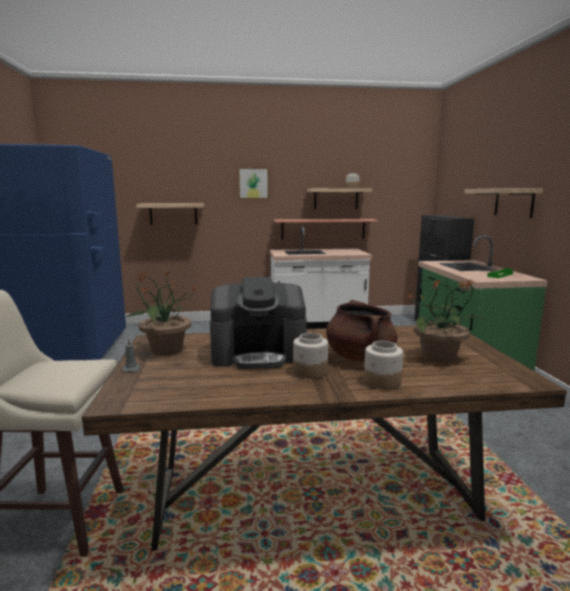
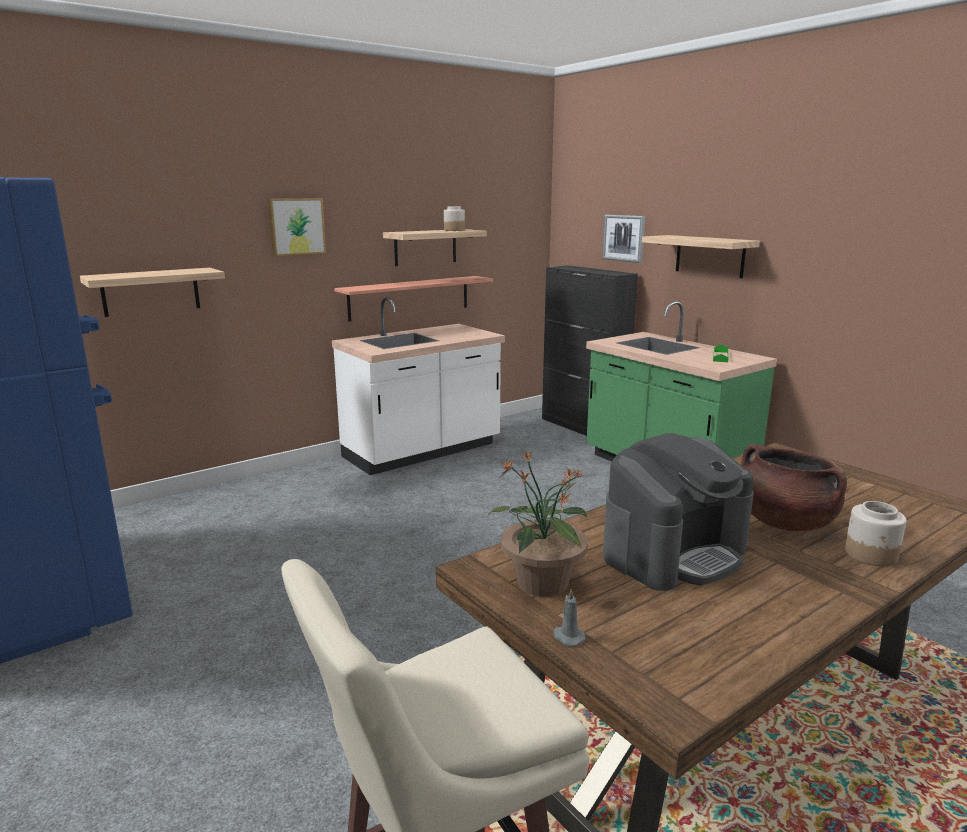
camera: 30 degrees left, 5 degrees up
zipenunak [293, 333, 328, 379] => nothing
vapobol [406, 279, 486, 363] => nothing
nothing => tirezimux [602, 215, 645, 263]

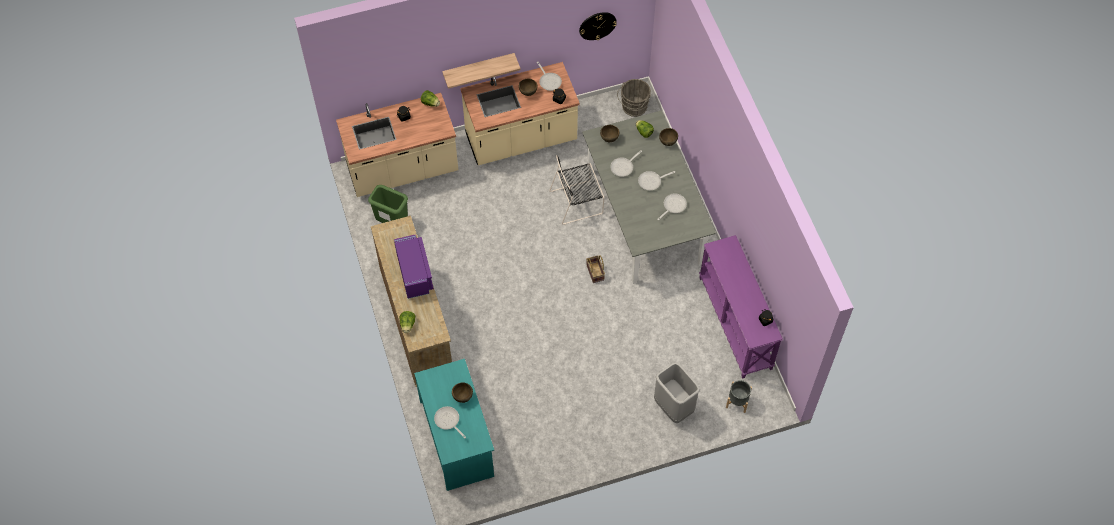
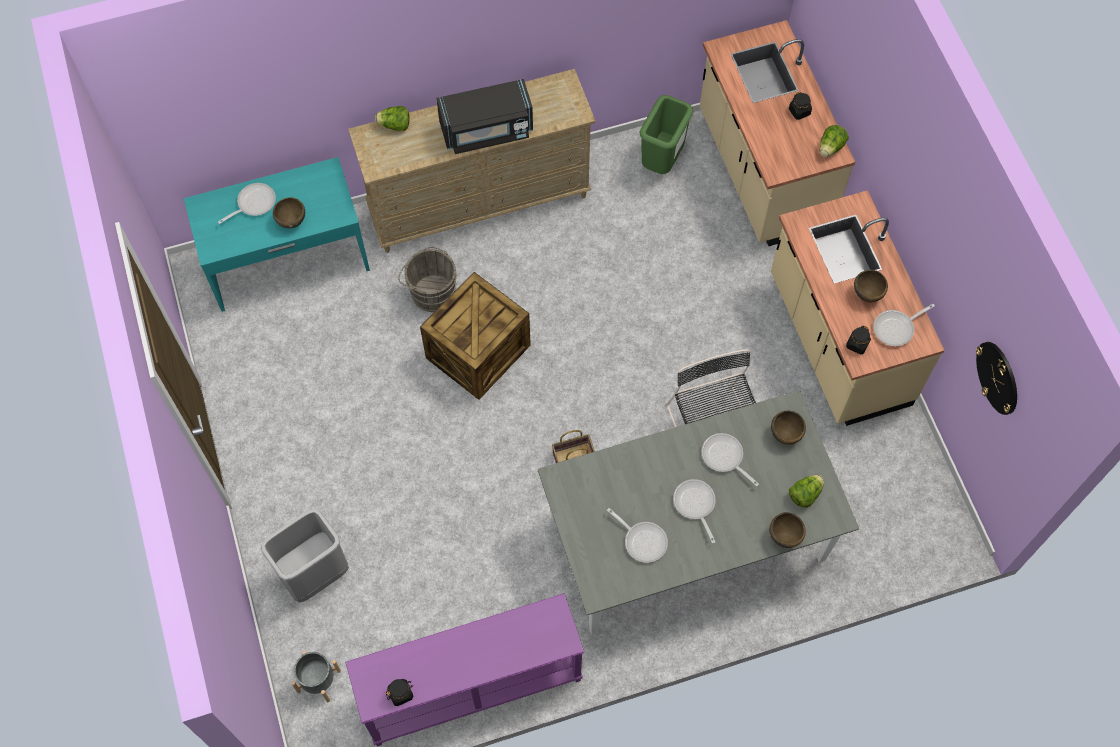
camera: 90 degrees right, 5 degrees up
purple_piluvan [394, 235, 434, 299] => black_piluvan [436, 79, 533, 154]
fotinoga [442, 53, 521, 89] => nothing
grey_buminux [617, 79, 651, 117] => grey_buminux [398, 247, 457, 312], move
nothing => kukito [420, 272, 531, 400]

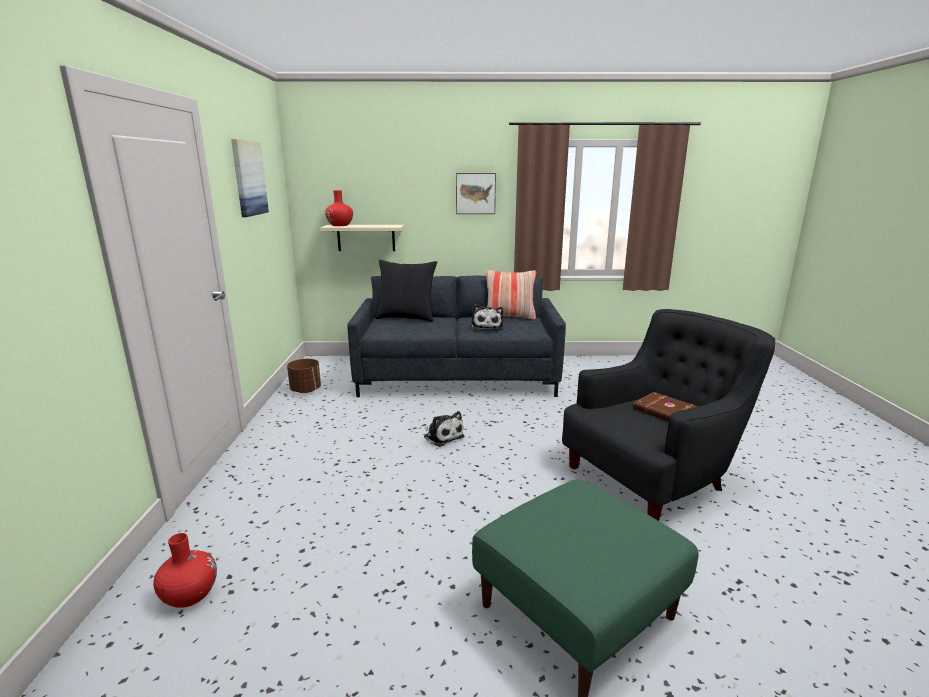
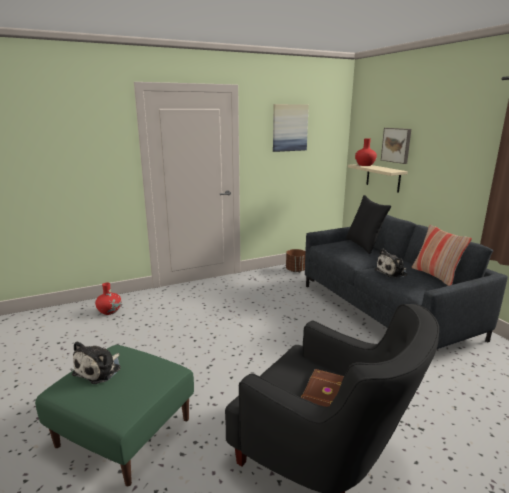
camera: 65 degrees right, 0 degrees up
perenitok [424, 411, 464, 447] => perenitok [72, 341, 121, 384], move
tirezimux [456, 173, 496, 214] => tirezimux [381, 128, 411, 164], move

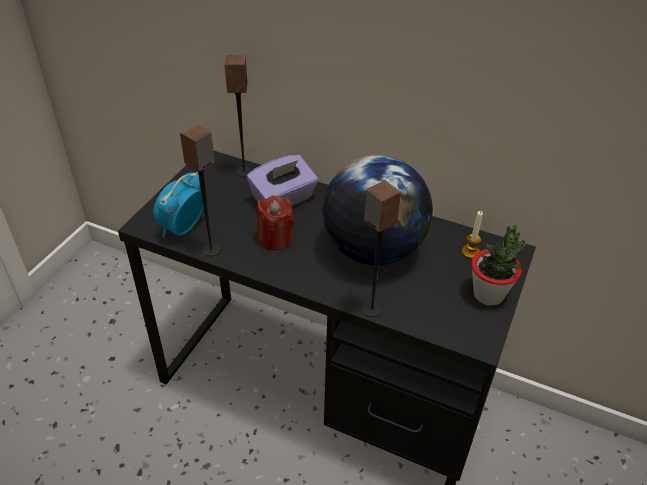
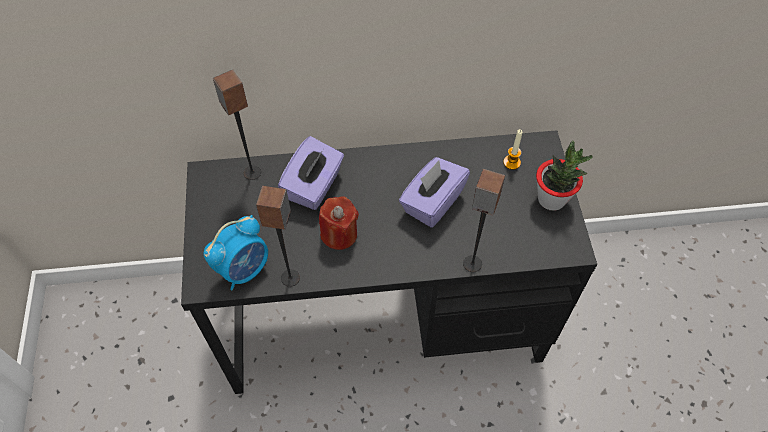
camera: 30 degrees left, 15 degrees up
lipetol [153, 171, 204, 238] => lipetol [204, 215, 268, 291], 135 degrees counterclockwise
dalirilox [322, 155, 433, 266] => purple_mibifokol [399, 157, 470, 228]

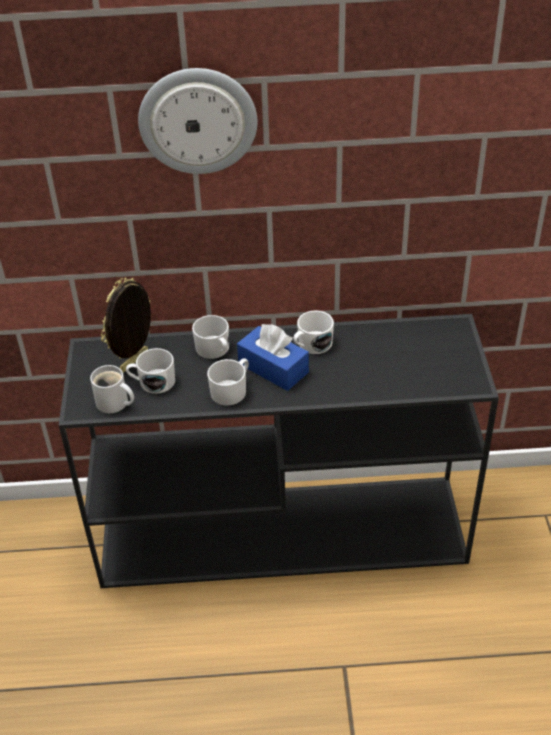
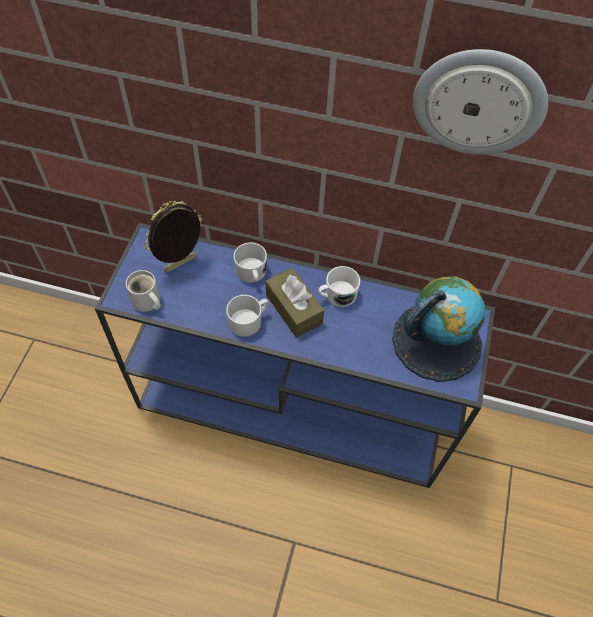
camera: 15 degrees right, 15 degrees up
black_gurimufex [59, 314, 499, 588] => blue_gurimufex [95, 223, 495, 488]
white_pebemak [126, 348, 175, 394] => nothing
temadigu [138, 68, 257, 174] => temadigu [413, 49, 548, 155], move
blue_mibifokol [237, 324, 309, 391] => brown_mibifokol [266, 268, 324, 338]
nothing => dalirilox [392, 277, 485, 382]

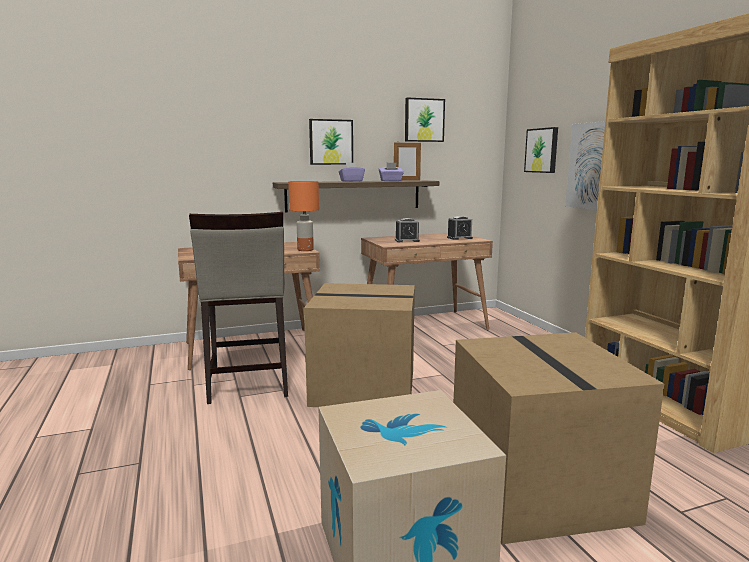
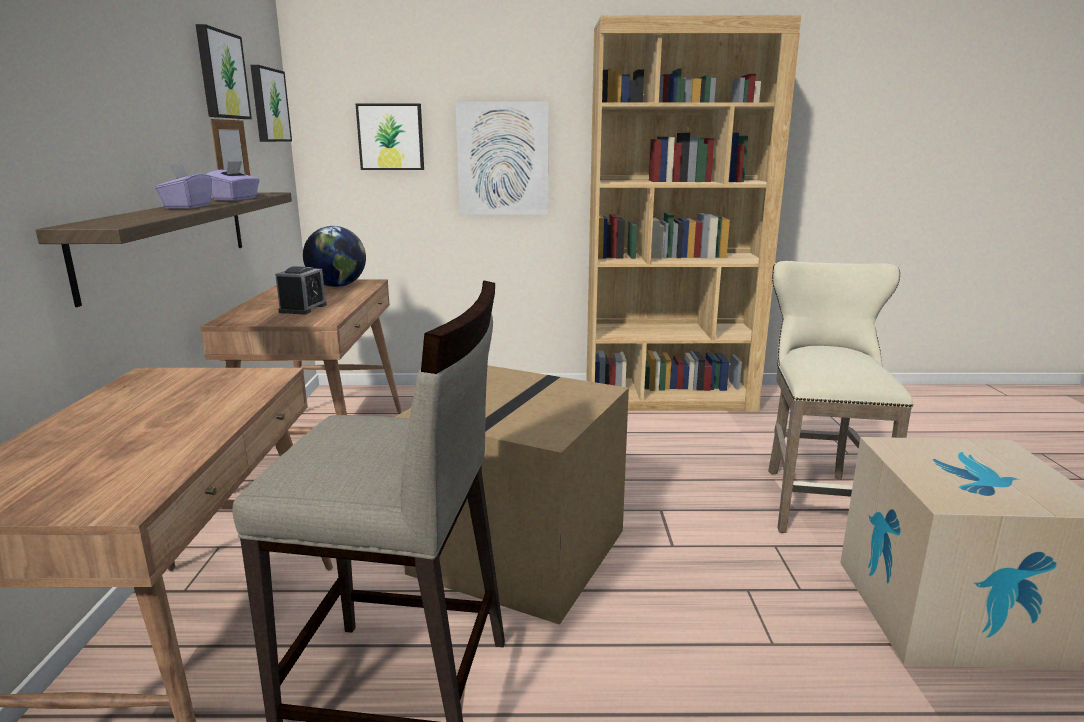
camera: 70 degrees left, 5 degrees up
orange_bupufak [288, 181, 319, 251] => nothing
tirezimux [309, 119, 353, 165] => tirezimux [250, 65, 292, 142], move
lipetol [447, 216, 473, 240] => dalirilox [303, 226, 366, 287]
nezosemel [453, 332, 664, 544] => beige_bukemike [768, 261, 913, 533]

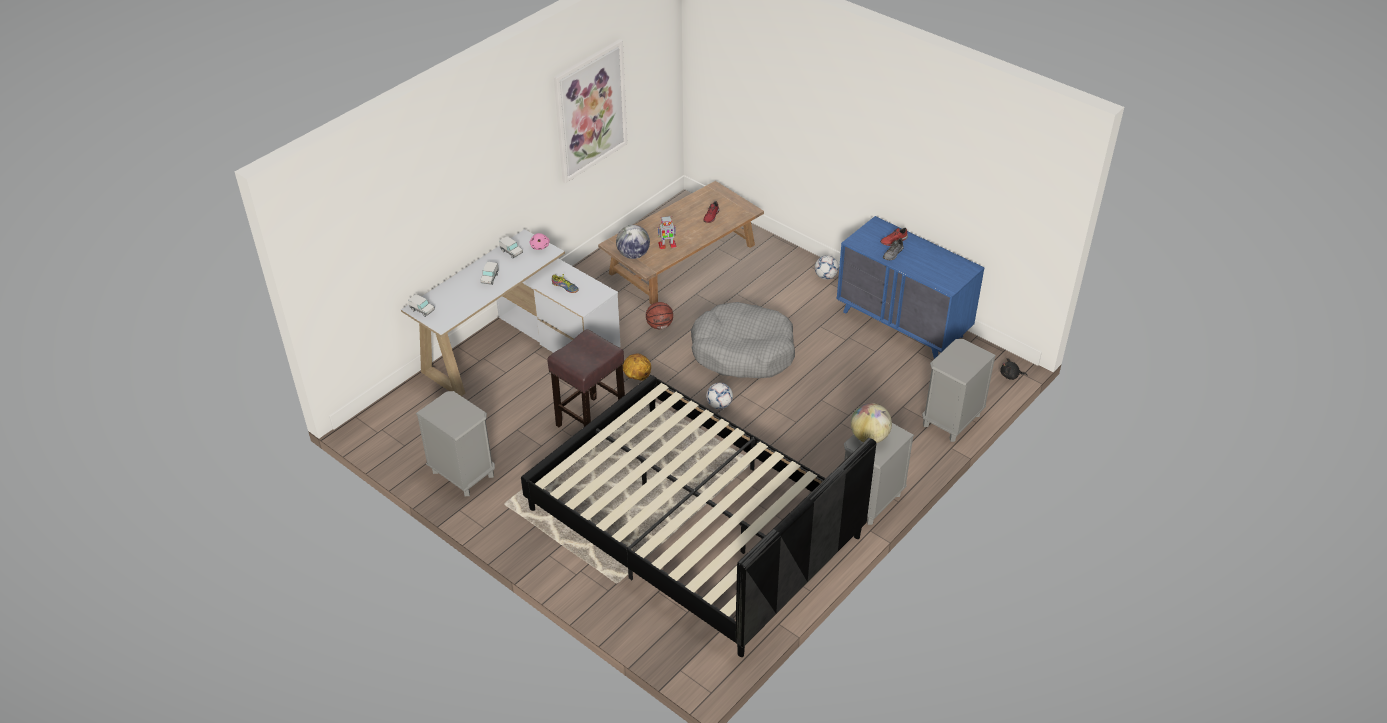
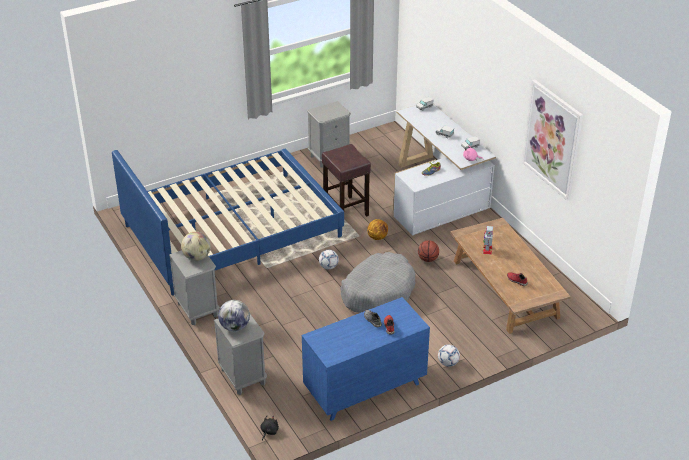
camera: 110 degrees right, 5 degrees down
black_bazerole [521, 375, 876, 657] => blue_bazerole [112, 149, 344, 295]
dalirilox [616, 225, 650, 259] => dalirilox [218, 300, 250, 331], move

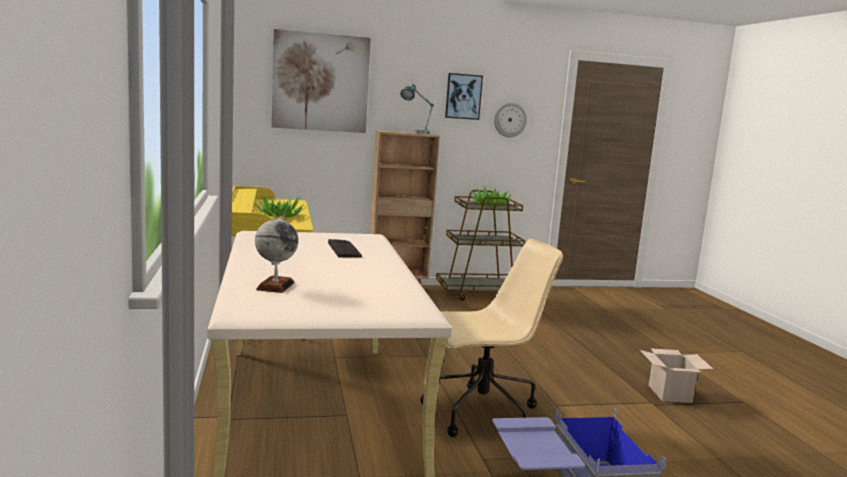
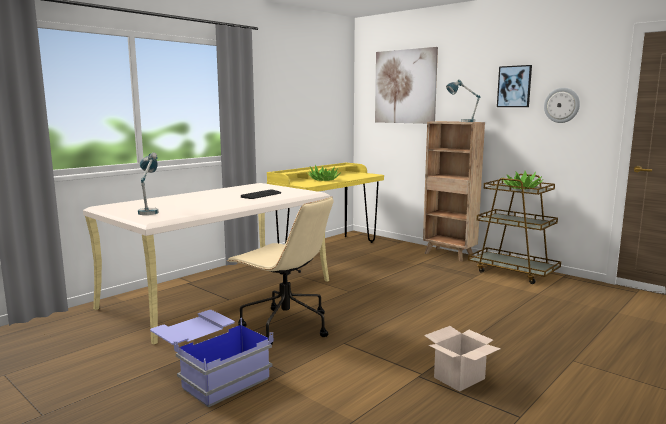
camera: 55 degrees right, 0 degrees up
dalirilox [255, 216, 298, 293] => nothing
nothing => bupufak [138, 152, 159, 215]

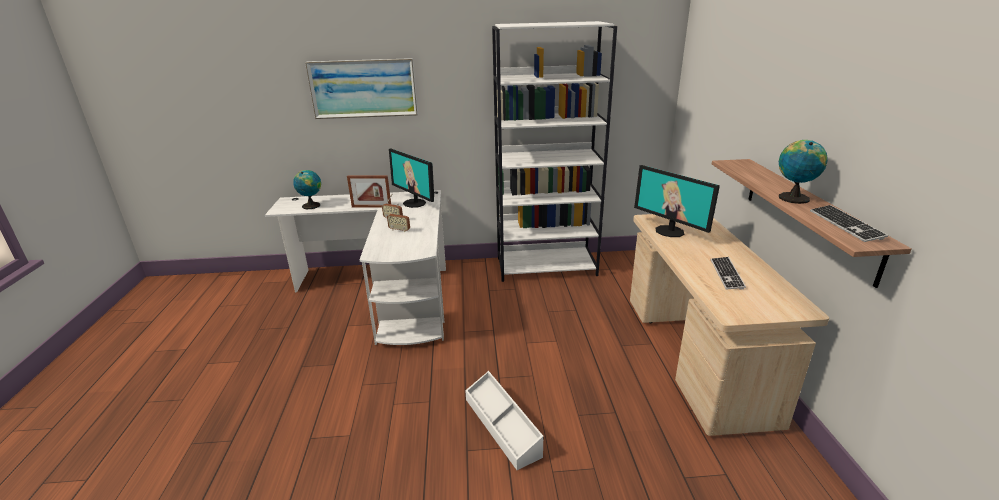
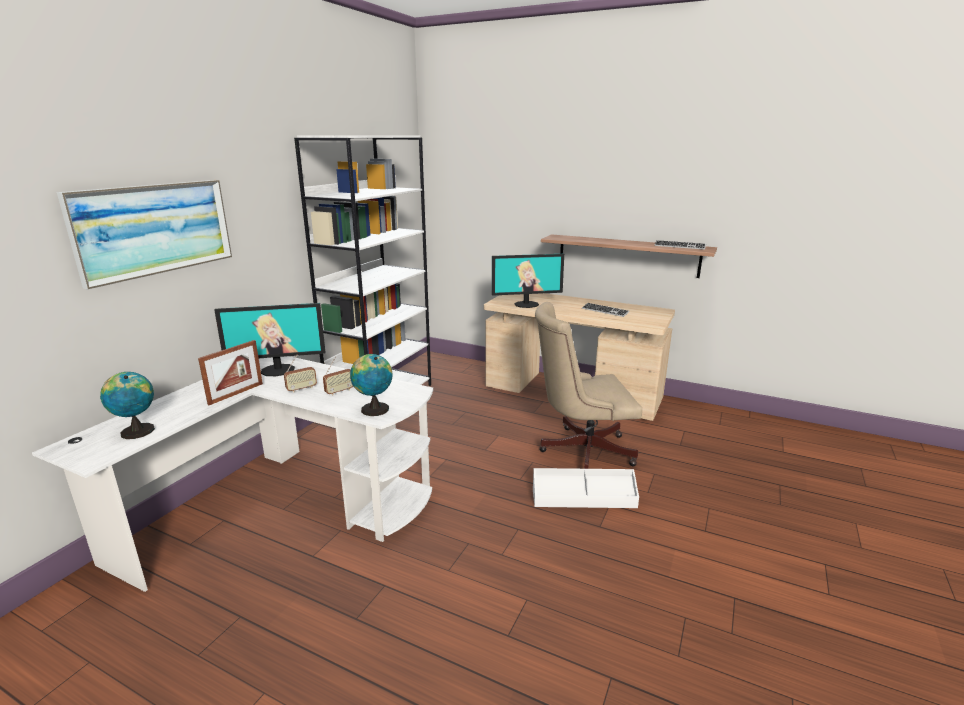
camera: 60 degrees left, 5 degrees down
dalirilox [778, 140, 828, 204] => dalirilox [350, 354, 393, 416], move
nothing => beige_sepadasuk [535, 302, 642, 469]

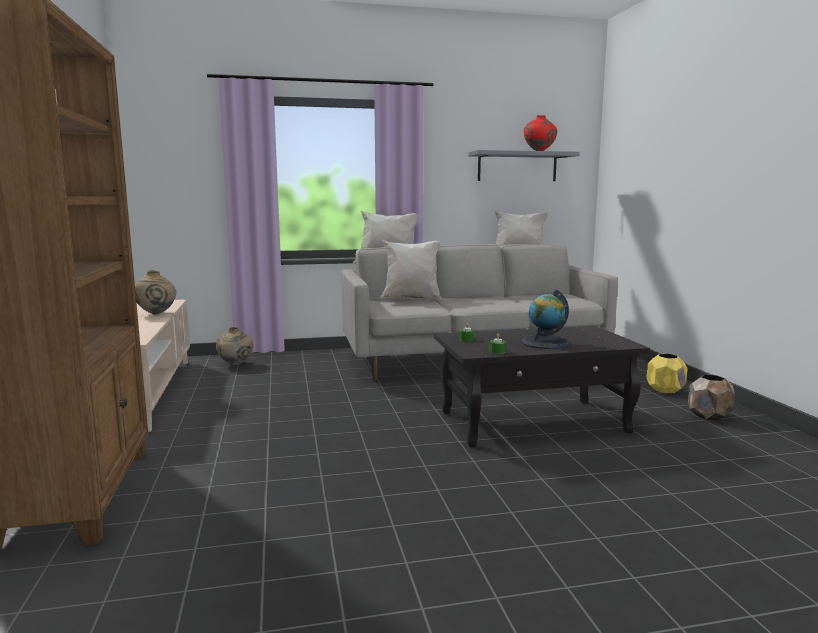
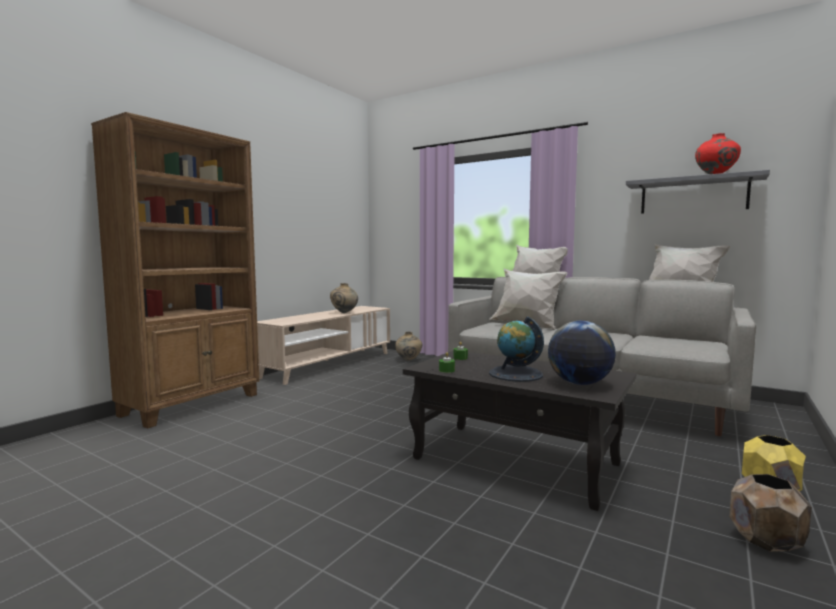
camera: 45 degrees right, 5 degrees down
nothing => dalirilox [548, 321, 616, 385]

